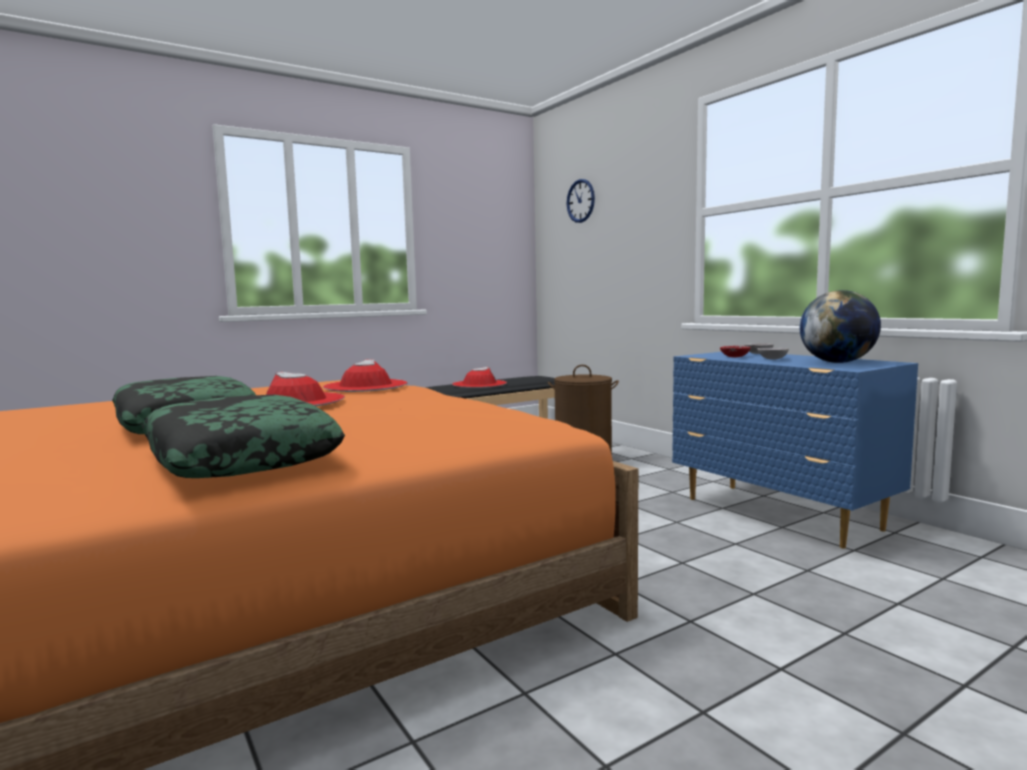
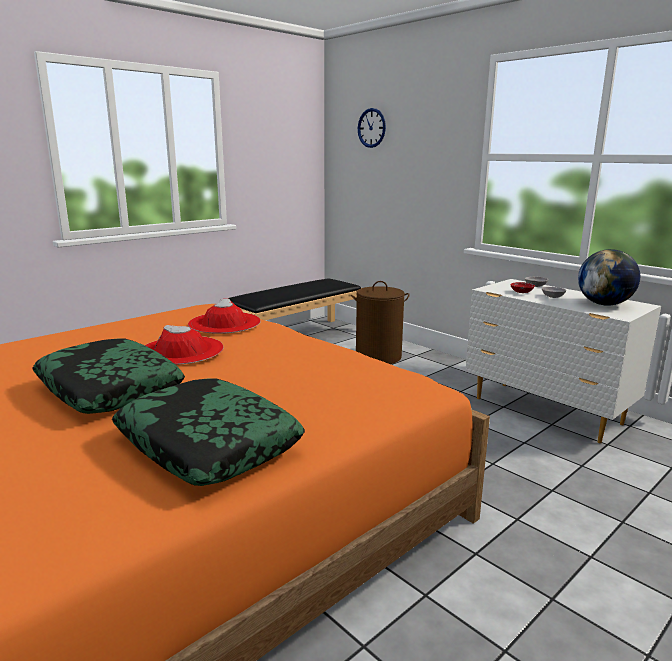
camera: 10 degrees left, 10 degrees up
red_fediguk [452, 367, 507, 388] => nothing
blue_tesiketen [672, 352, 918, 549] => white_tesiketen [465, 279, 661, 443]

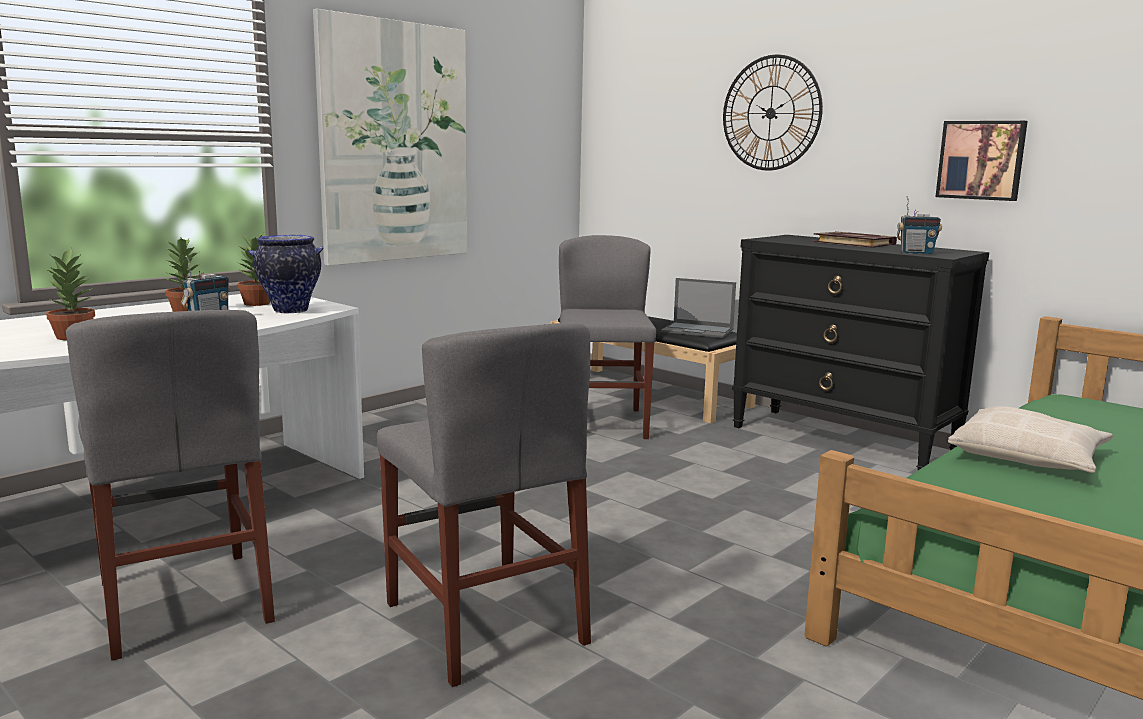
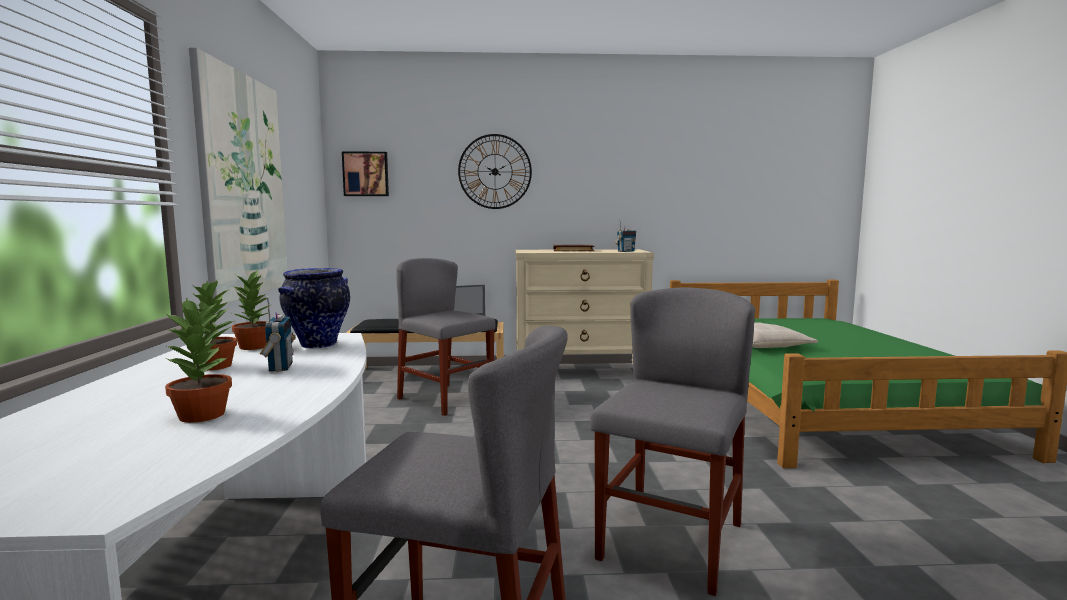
camera: 45 degrees left, 5 degrees down
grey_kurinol [377, 323, 591, 687] => grey_kurinol [590, 287, 755, 596], 75 degrees counterclockwise
black_tesiketen [732, 235, 989, 470] => beige_tesiketen [515, 249, 654, 364]
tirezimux [935, 121, 1028, 201] => tirezimux [342, 151, 389, 196], move

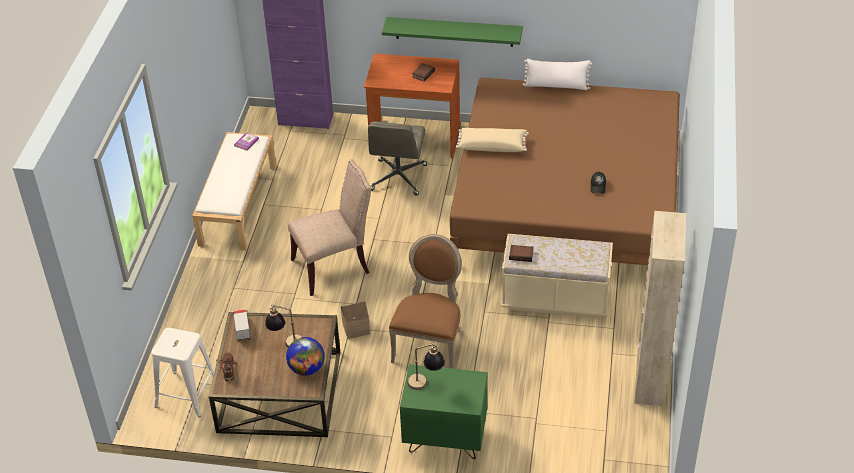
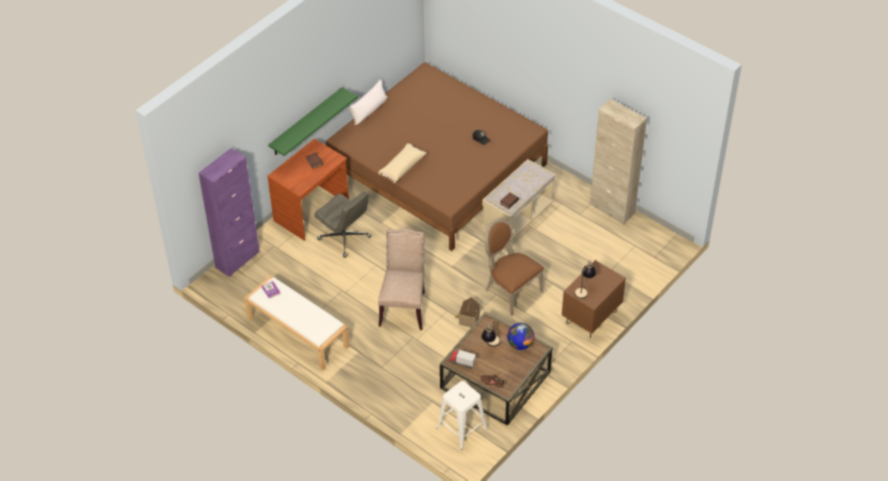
camera: 60 degrees left, 5 degrees up
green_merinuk [400, 364, 488, 459] => brown_merinuk [562, 260, 626, 338]

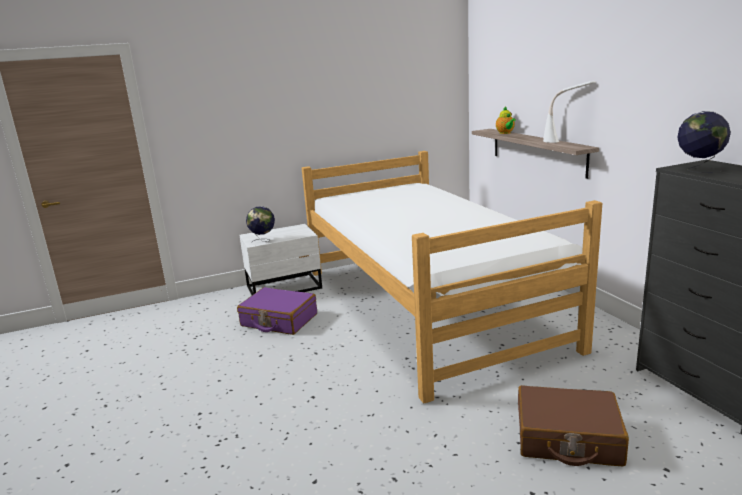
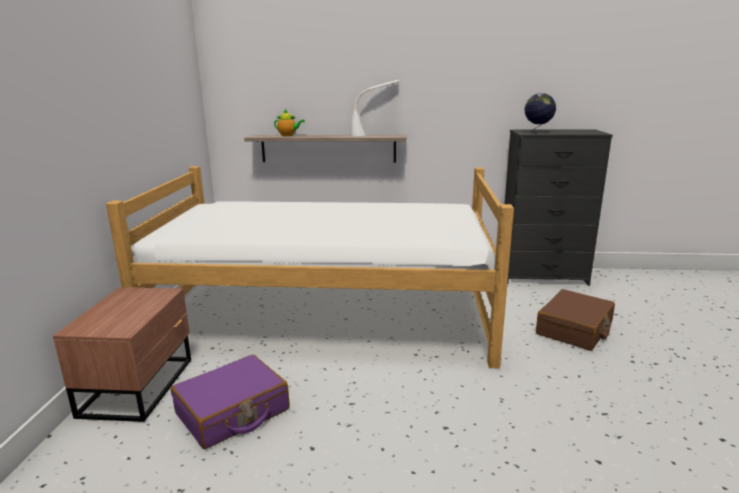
camera: 65 degrees left, 0 degrees up
white_merinuk [239, 224, 322, 295] => brown_merinuk [53, 287, 191, 422]
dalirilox [246, 206, 275, 243] => nothing

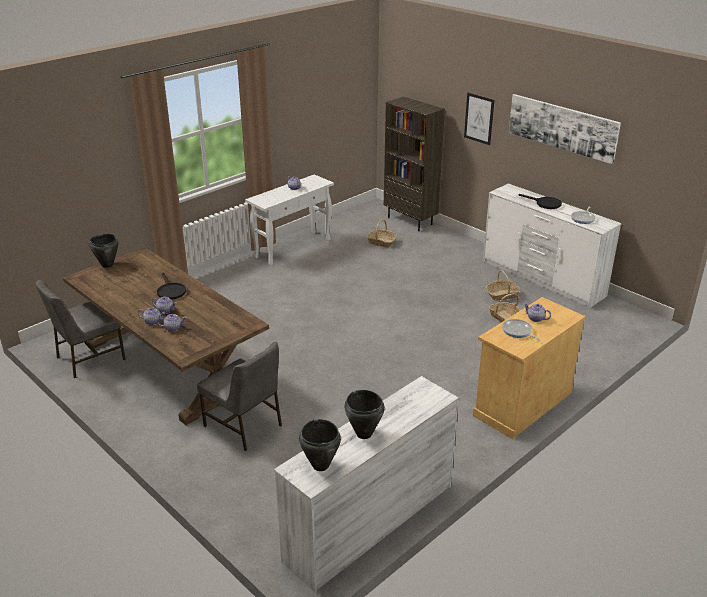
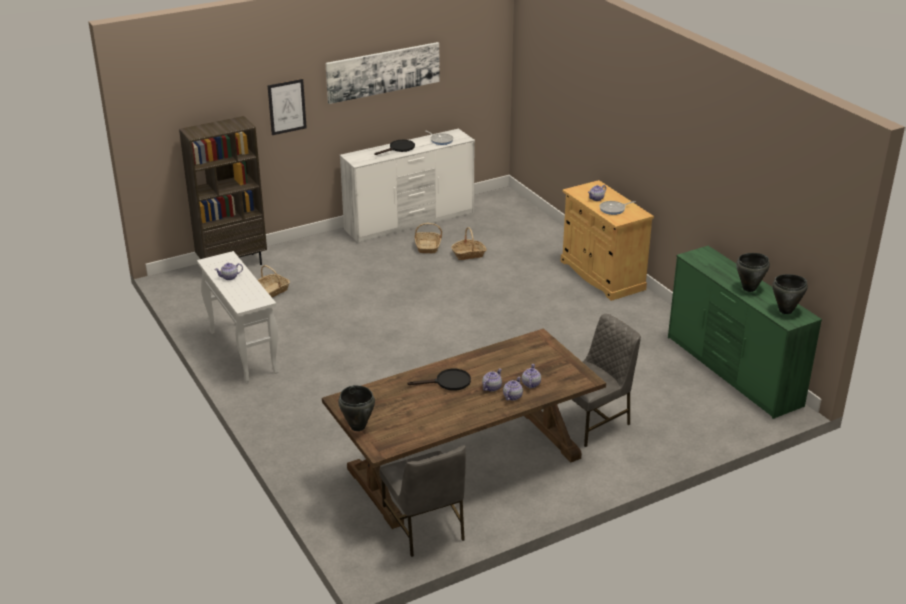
camera: 75 degrees left, 0 degrees up
white_tesiketen [274, 376, 459, 592] => green_tesiketen [668, 246, 822, 419]

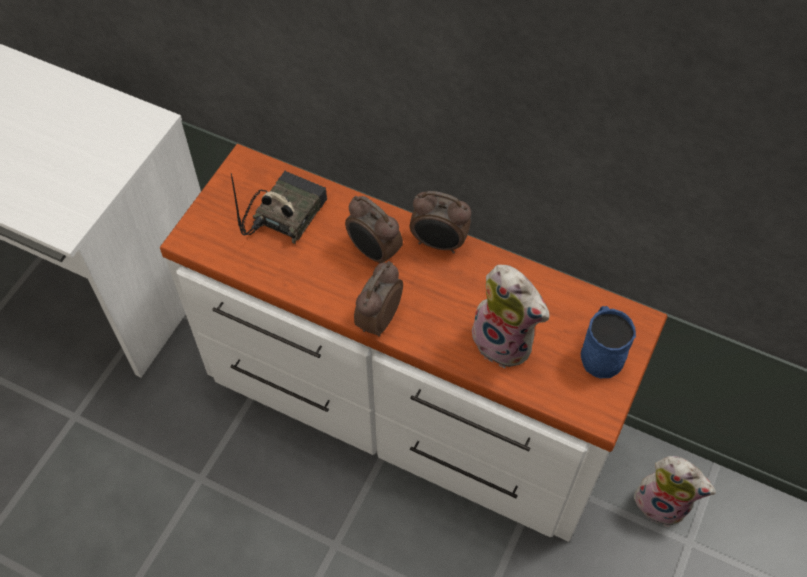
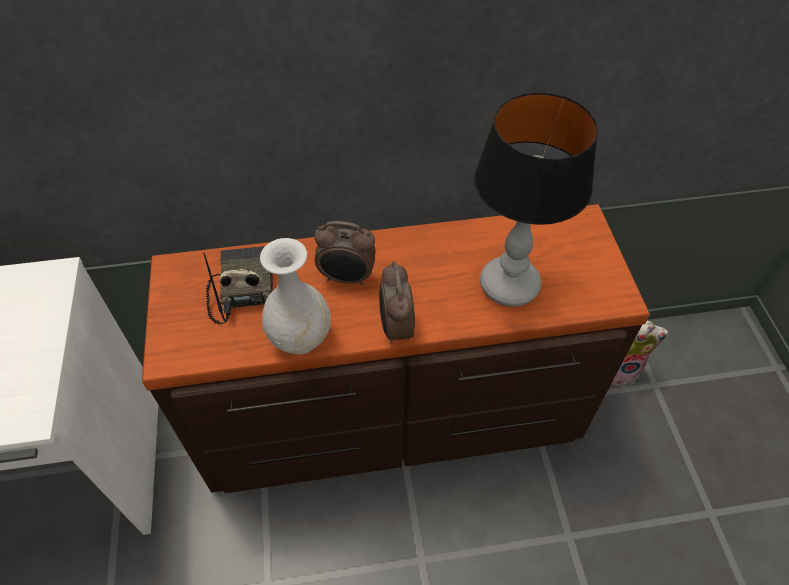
camera: 35 degrees left, 5 degrees down
white_tesiketen [160, 144, 668, 542] => brown_tesiketen [142, 204, 650, 493]
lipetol [410, 191, 471, 253] => nothing
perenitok [471, 265, 549, 368] => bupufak [474, 92, 598, 307]
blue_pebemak [581, 306, 636, 378] => nothing
nothing => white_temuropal [260, 238, 331, 354]

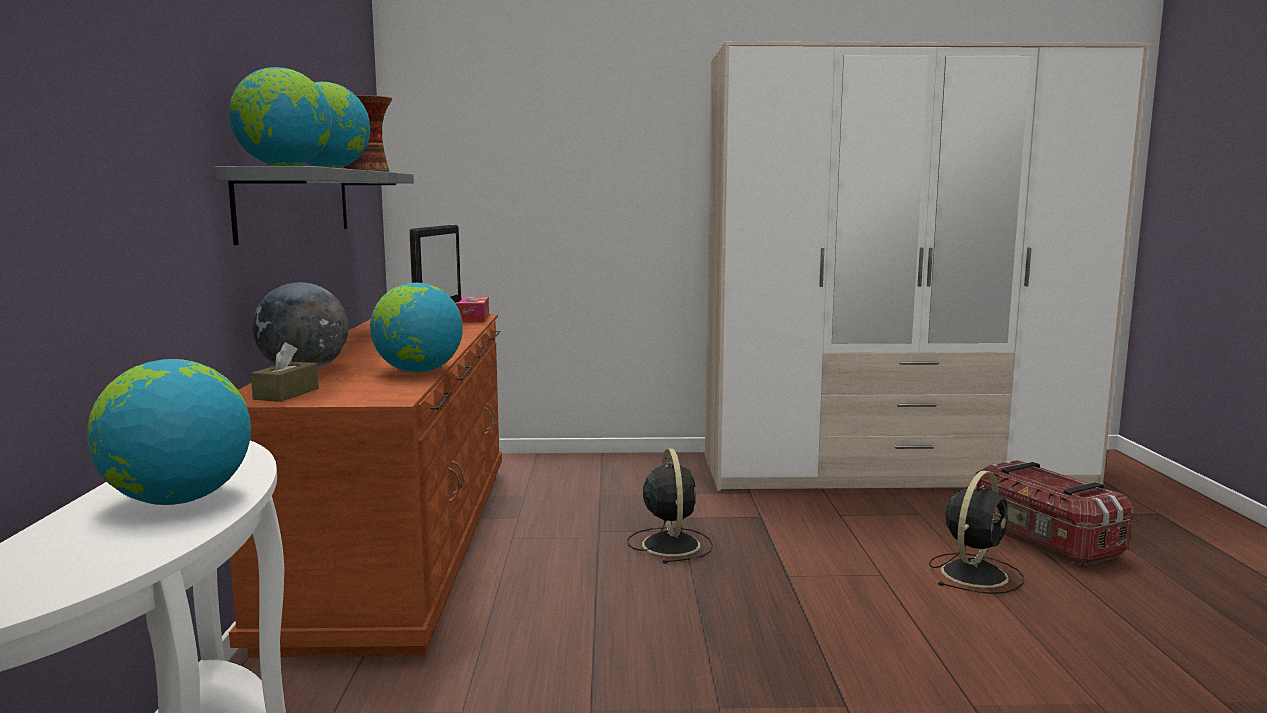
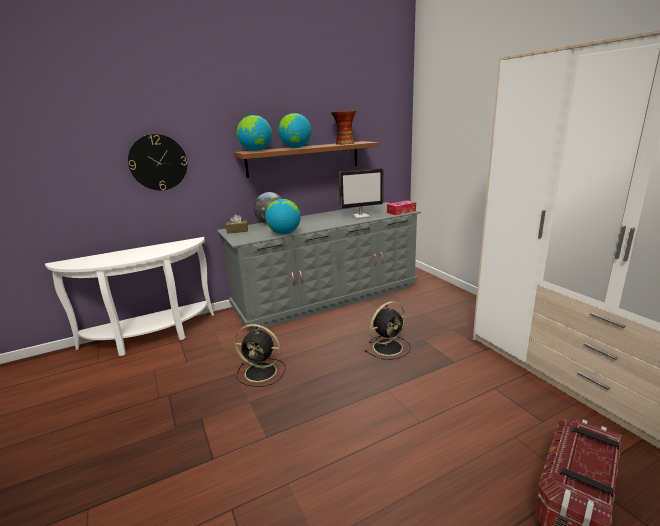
camera: 65 degrees right, 10 degrees up
dalirilox [87, 359, 251, 505] => nothing
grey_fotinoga [215, 166, 414, 245] => brown_fotinoga [234, 141, 379, 178]
brown_tesiketen [229, 314, 502, 657] => grey_tesiketen [217, 202, 421, 331]
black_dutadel [929, 471, 1024, 594] => black_dutadel [235, 324, 286, 387], move
nothing => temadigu [128, 134, 187, 190]

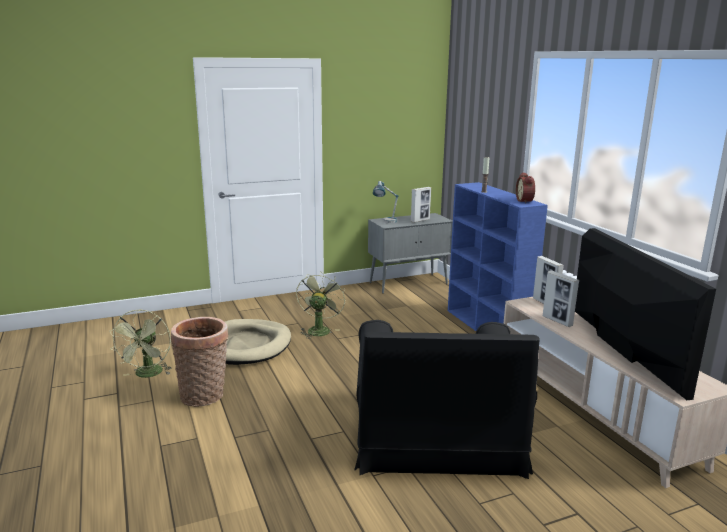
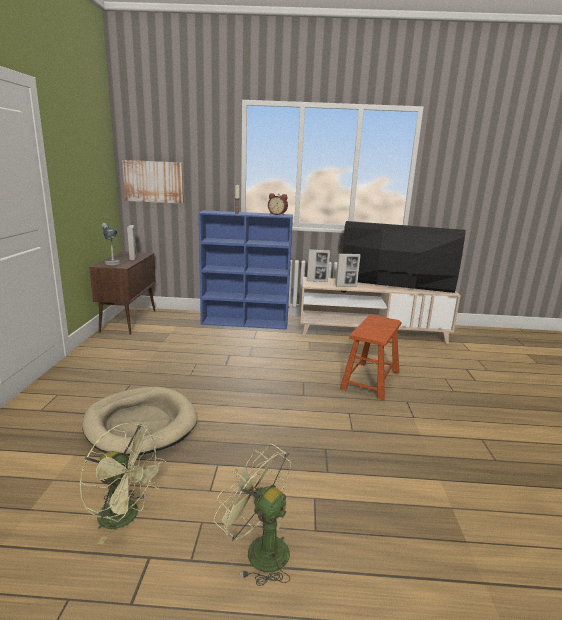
camera: 65 degrees left, 0 degrees up
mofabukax [171, 317, 228, 407] => nothing
green_dutadel [296, 272, 346, 339] => green_dutadel [214, 443, 292, 586], move
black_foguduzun [354, 320, 539, 479] => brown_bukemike [340, 315, 402, 400]
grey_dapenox [368, 213, 453, 294] => brown_dapenox [89, 252, 156, 335]
nothing => tirezimux [122, 160, 184, 204]

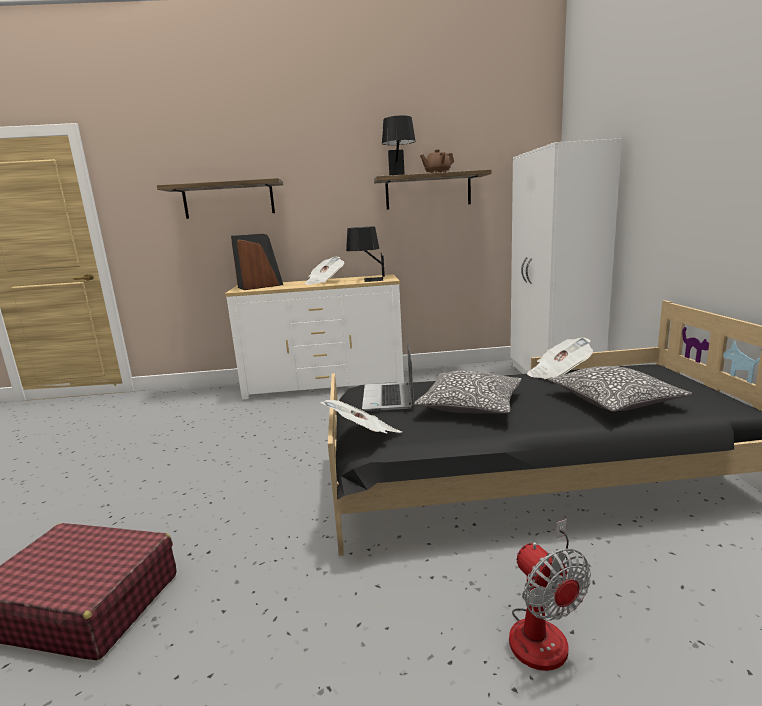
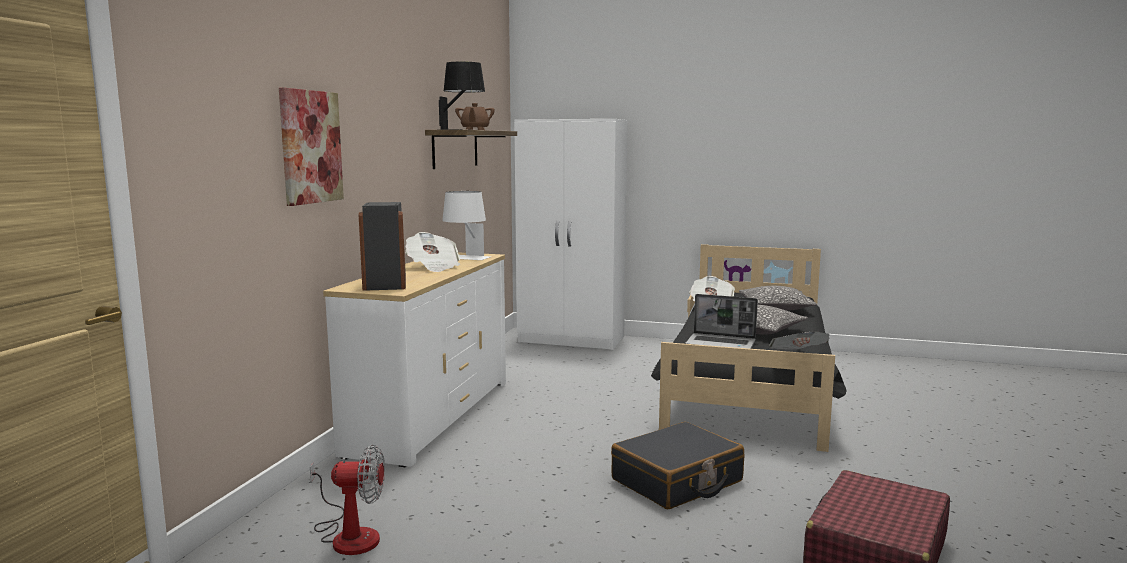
camera: 70 degrees left, 5 degrees down
fotinoga [157, 178, 283, 219] => tirezimux [279, 88, 344, 206]
black_bupufak [346, 226, 385, 282] => white_bupufak [442, 191, 491, 260]
dutadel [509, 519, 591, 671] => dutadel [310, 445, 385, 555], move
nothing => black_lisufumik [611, 422, 744, 509]

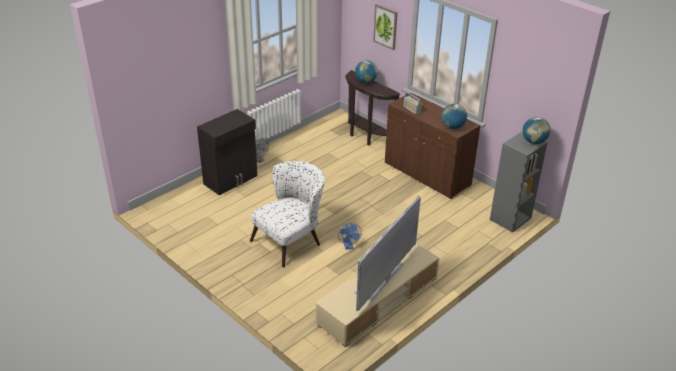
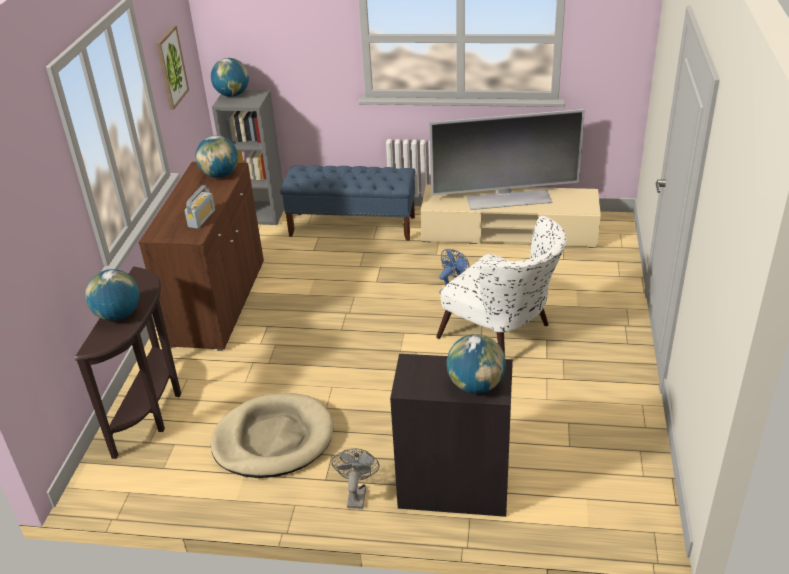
camera: 125 degrees left, 0 degrees up
white_foguduzun [250, 161, 325, 267] => white_foguduzun [436, 216, 567, 355], 150 degrees counterclockwise
tirezimux [373, 4, 397, 50] => tirezimux [156, 26, 189, 110], move
nothing => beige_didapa [211, 393, 333, 478]
nothing => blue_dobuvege [280, 165, 415, 241]
nothing => dalirilox [446, 334, 506, 394]

